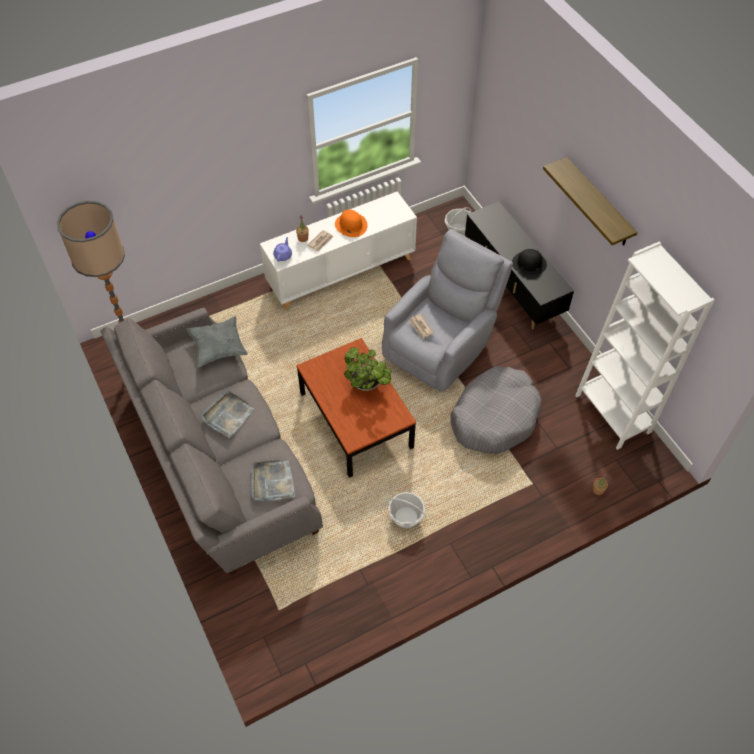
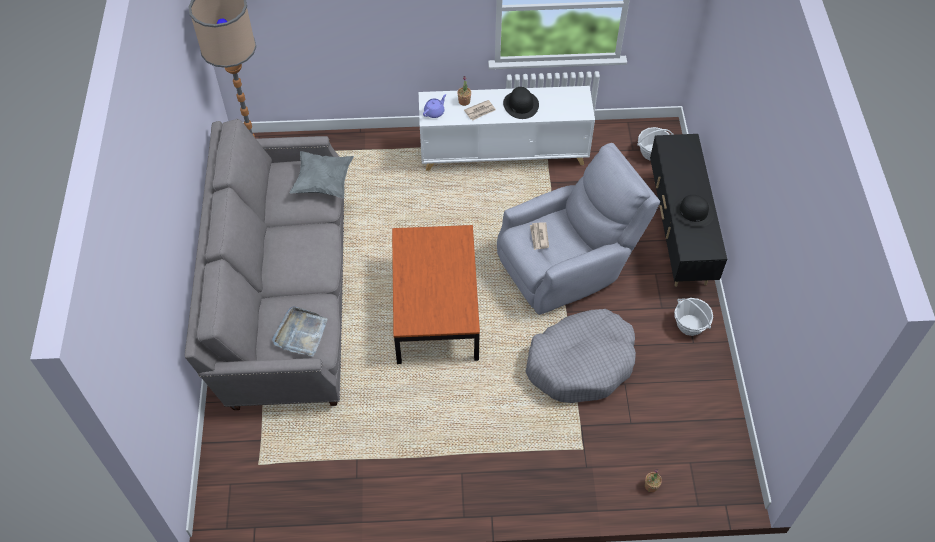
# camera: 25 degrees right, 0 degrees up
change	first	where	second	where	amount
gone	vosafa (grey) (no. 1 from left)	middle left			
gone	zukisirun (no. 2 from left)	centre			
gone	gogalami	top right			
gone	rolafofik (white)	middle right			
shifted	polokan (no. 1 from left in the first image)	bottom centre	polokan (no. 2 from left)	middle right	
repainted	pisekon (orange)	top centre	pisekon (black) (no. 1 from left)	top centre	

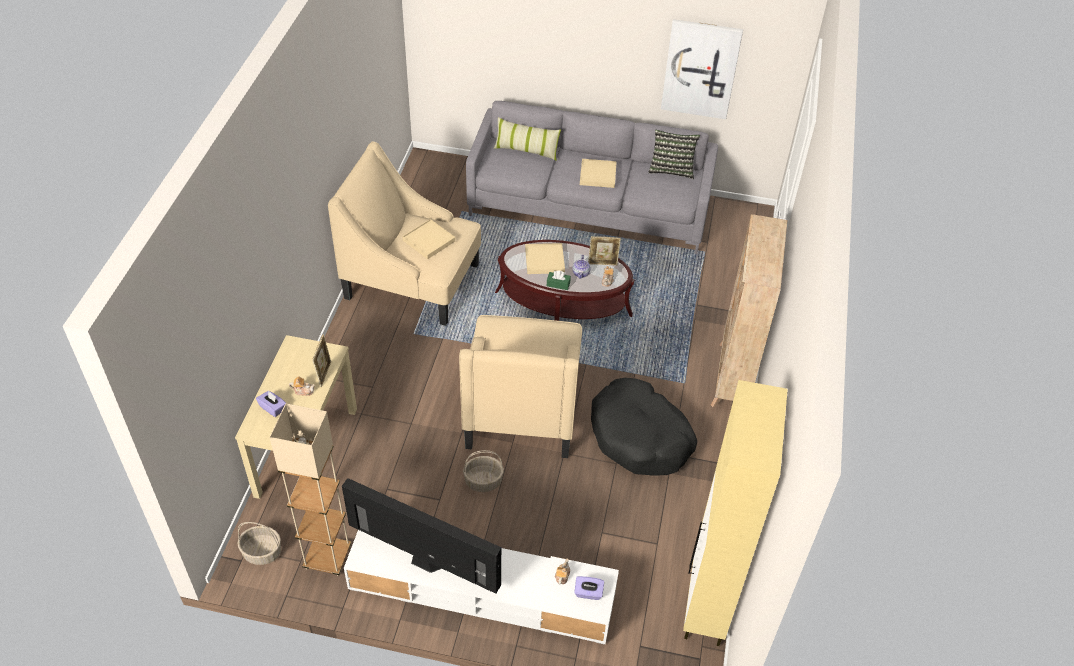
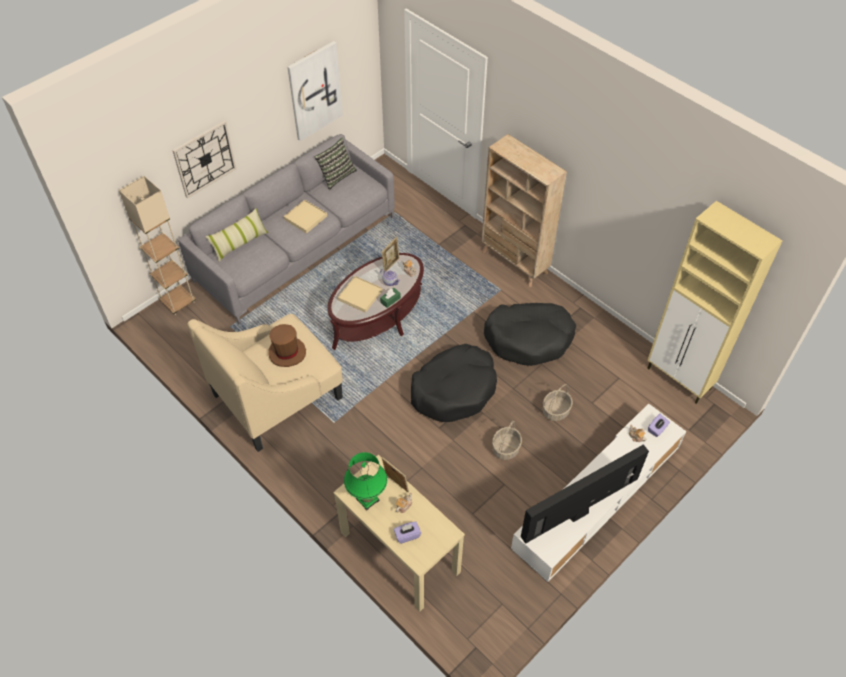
# camera: 55 degrees left, 5 degrees up
change	first	where	second	where	amount
new			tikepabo	top left	
new			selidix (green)	bottom centre	
shifted	polokan (no. 1 from left in the first image)	bottom left	polokan (no. 2 from left)	centre	
shifted	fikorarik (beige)	bottom left		middle left	
swapped	vosafa (beige) (no. 1 from left)	centre	pisekon (brown)	centre	
swapped	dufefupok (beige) (no. 2 from left)	centre	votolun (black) (no. 1 from left)	centre	

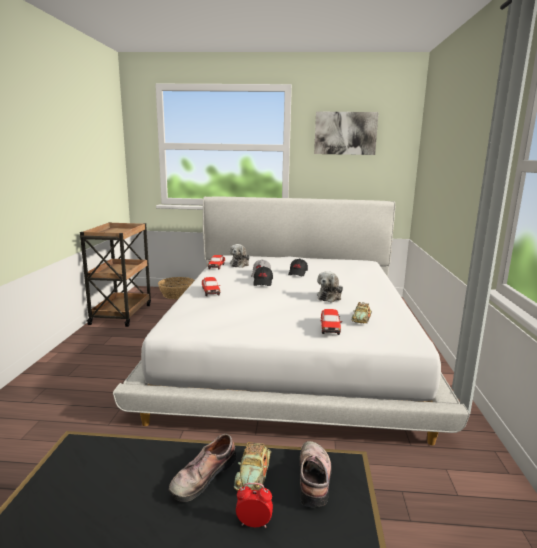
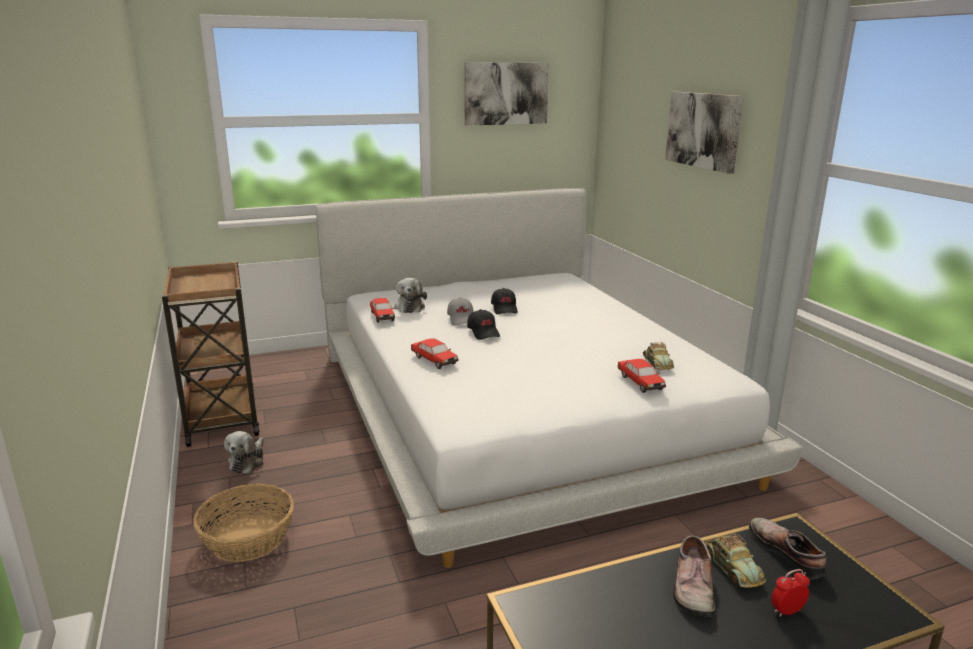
# camera: 25 degrees left, 5 degrees up
change	first	where	second	where	amount
new			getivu (no. 2 from left)	top right	
shifted	polokan	middle left		bottom left	
shifted	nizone (no. 2 from left in the first image)	centre	nizone (no. 1 from left)	bottom left	

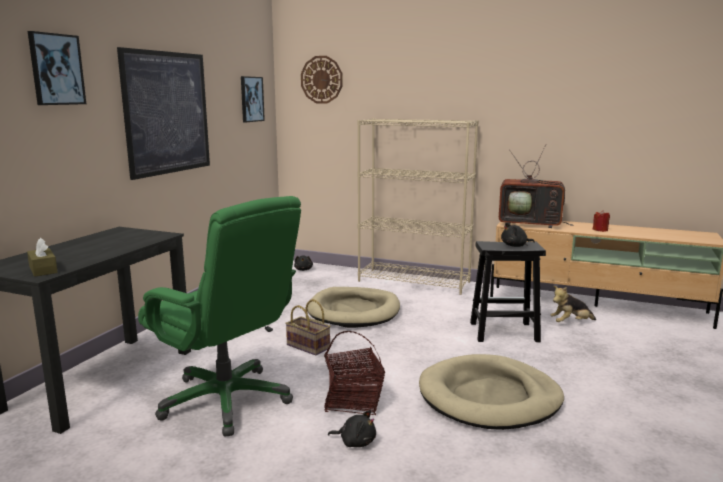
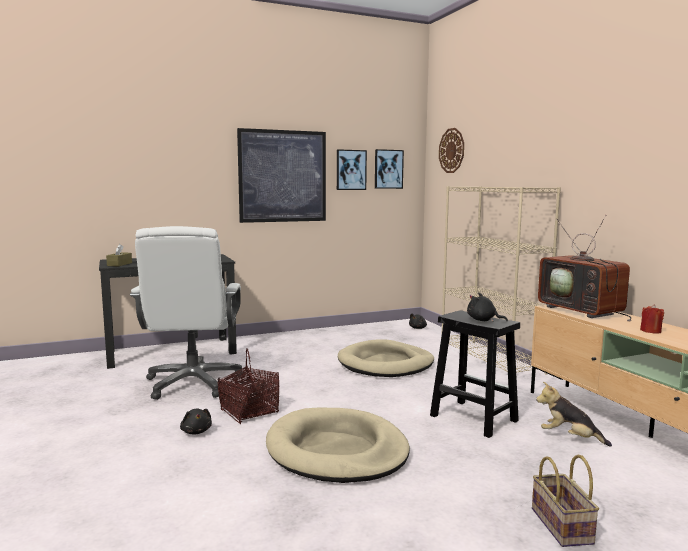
# camera: 45 degrees right, 5 degrees down
change	first	where	second	where	amount
shifted	getivu (no. 1 from left in the first image)	top left	getivu (no. 2 from left)	top centre	
shifted	polokan (no. 1 from left in the first image)	bottom centre	polokan (no. 2 from left)	bottom right	
repainted	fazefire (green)	middle left	fazefire (white)	middle left	

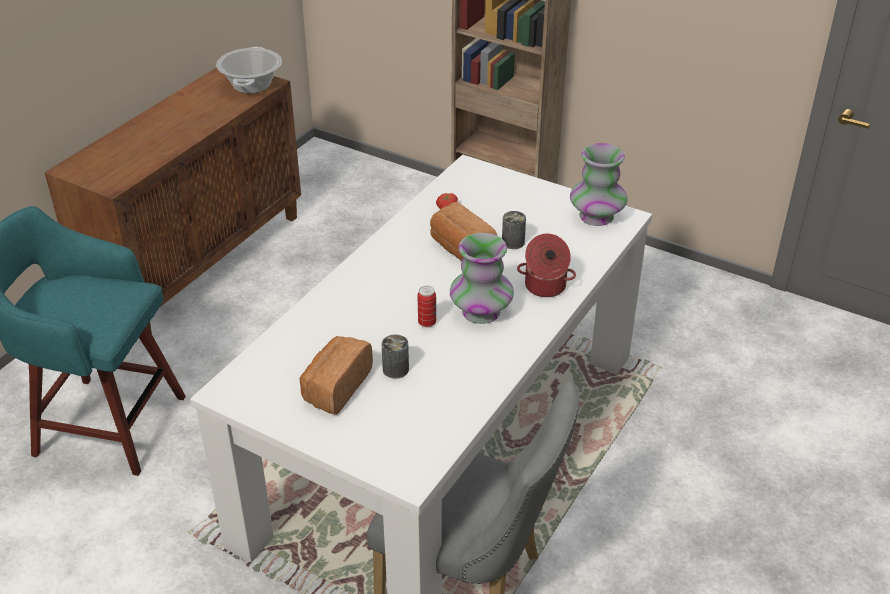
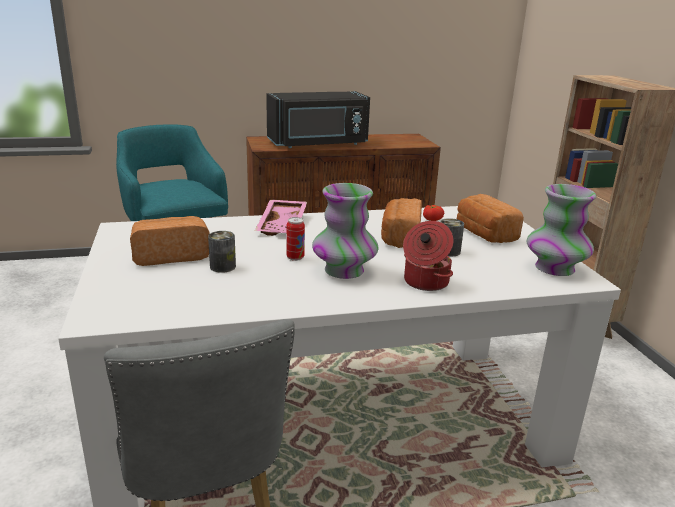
# camera: 45 degrees right, 15 degrees down
change	first	where	second	where	amount
gone	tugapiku (no. 1 from left)	top left			
new			vosafa (pink)	centre	
new			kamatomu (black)	top centre	
new			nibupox (no. 3 from left)	middle right	

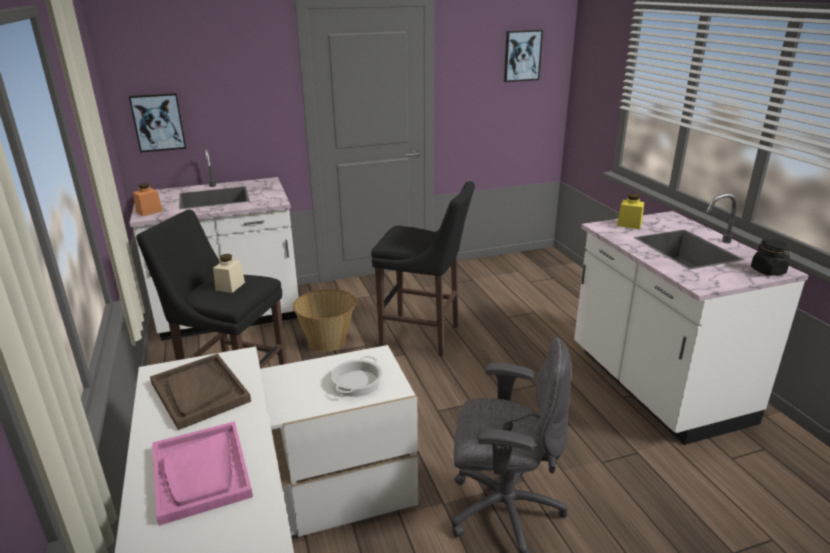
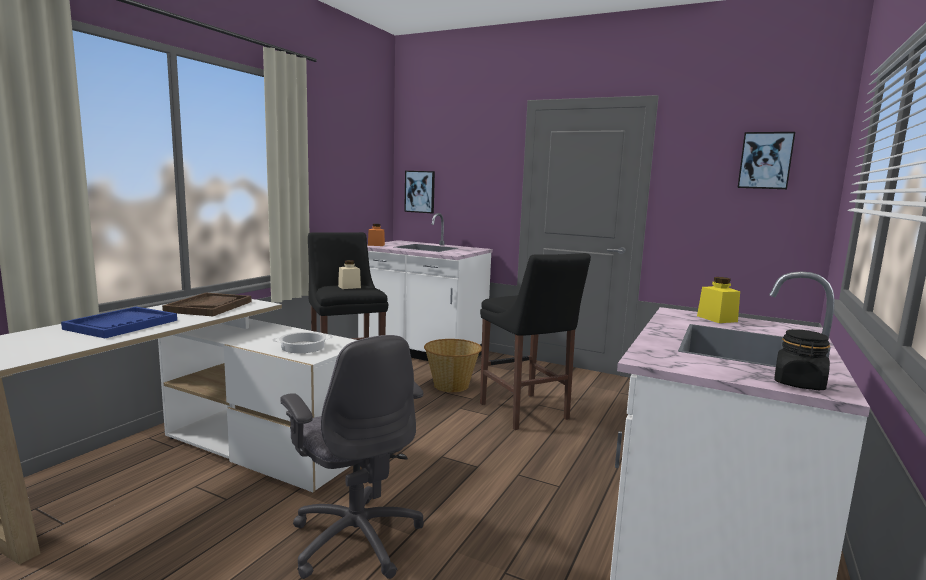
# camera: 45 degrees right, 15 degrees down
change	first	where	second	where	amount
repainted	vosafa (pink)	bottom left	vosafa (blue)	middle left	

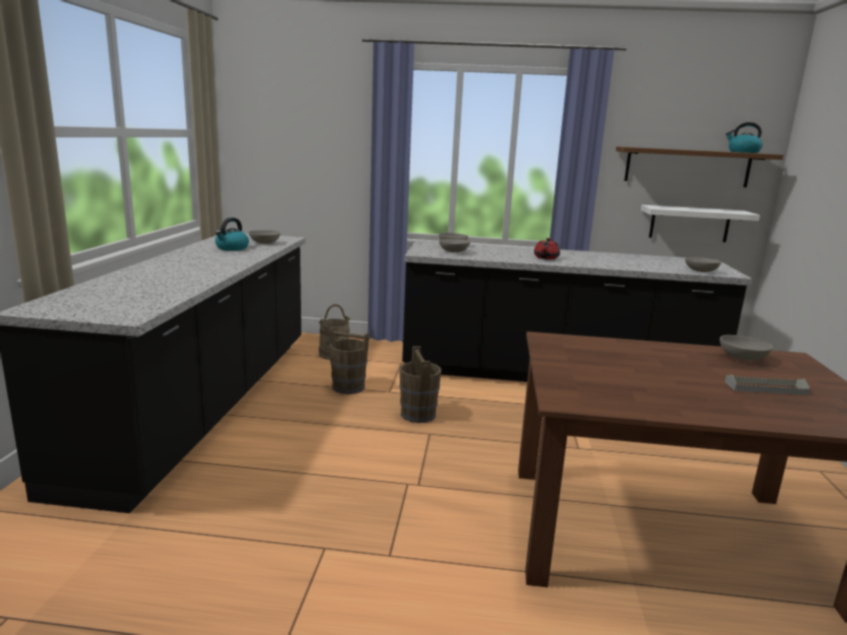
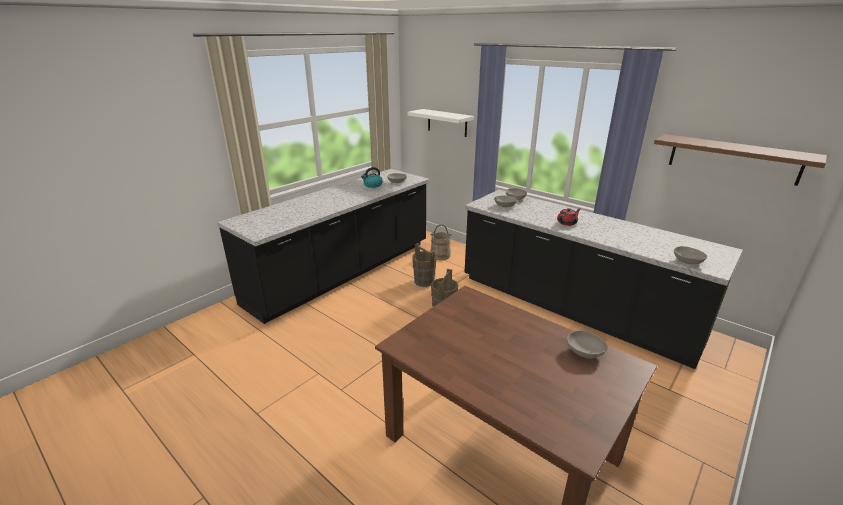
# camera: 35 degrees right, 10 degrees up
change	first	where	second	where	amount
gone	vosafa (grey)	middle right			
gone	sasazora (no. 2 from left)	top right			
shifted	gogalami (white)	middle right		top centre	

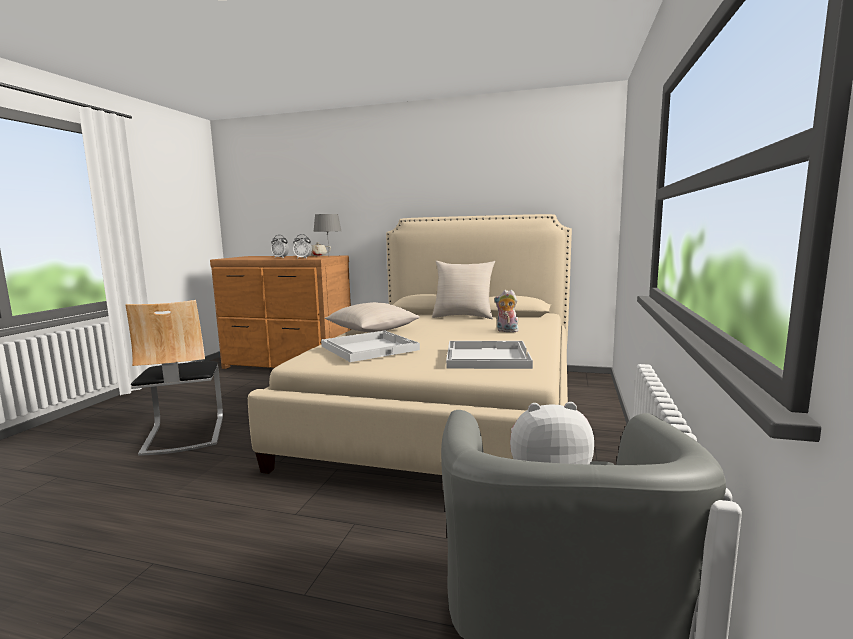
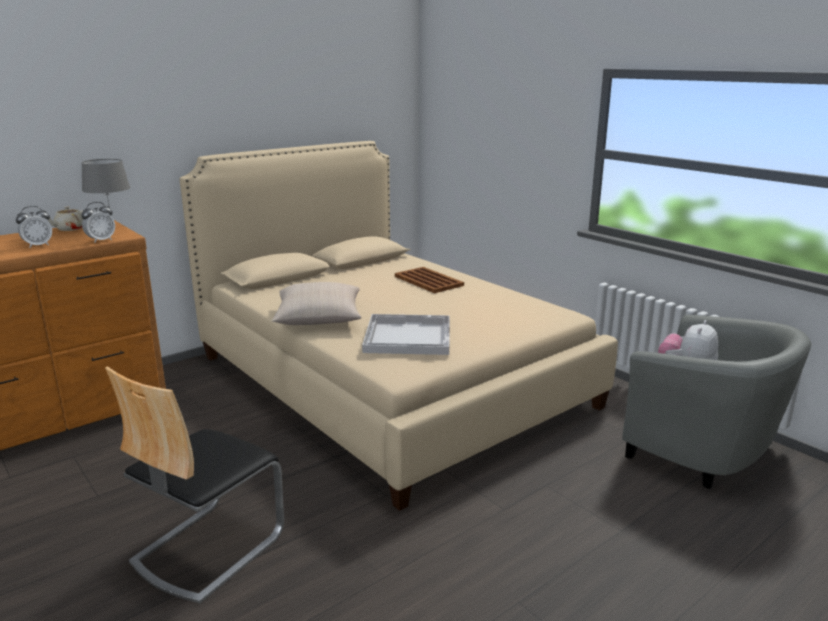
# camera: 55 degrees left, 10 degrees up
change	first	where	second	where	amount
gone	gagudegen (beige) (no. 2 from left)	centre			
gone	vosafa (white) (no. 2 from left)	centre			
swapped	nizone (no. 1 from left)	centre	vosafa (brown)	centre	
rotated	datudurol	middle left		bottom left	105 degrees clockwise

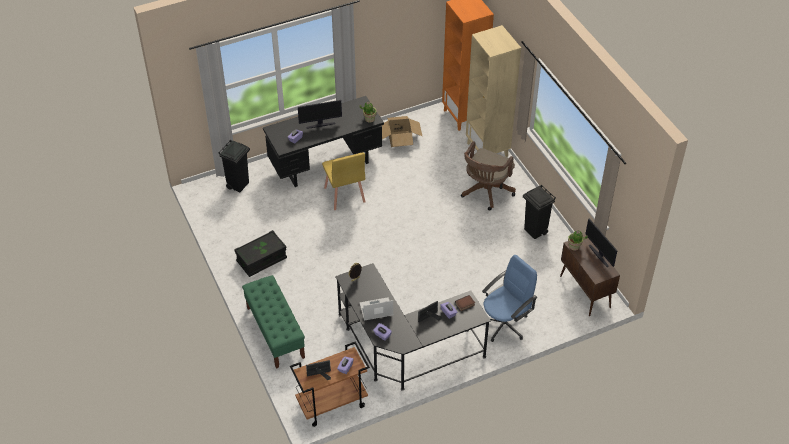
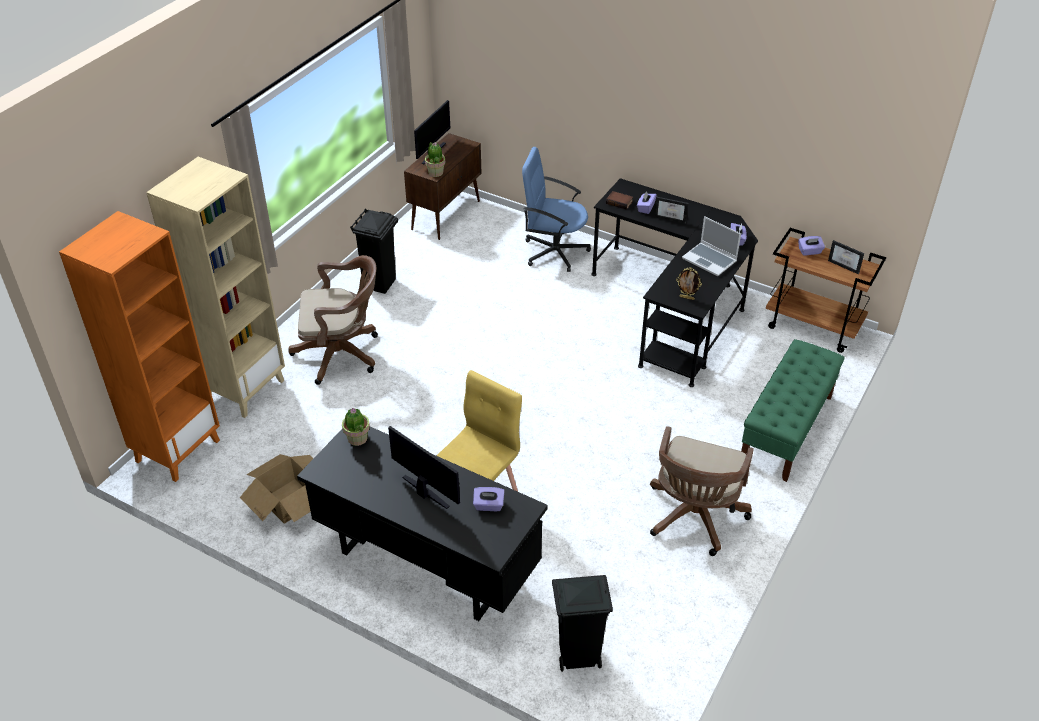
# camera: 125 degrees left, 5 degrees down
change	first	where	second	where	amount
swapped	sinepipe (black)	middle left	fazefire (brown) (no. 2 from left)	bottom right	

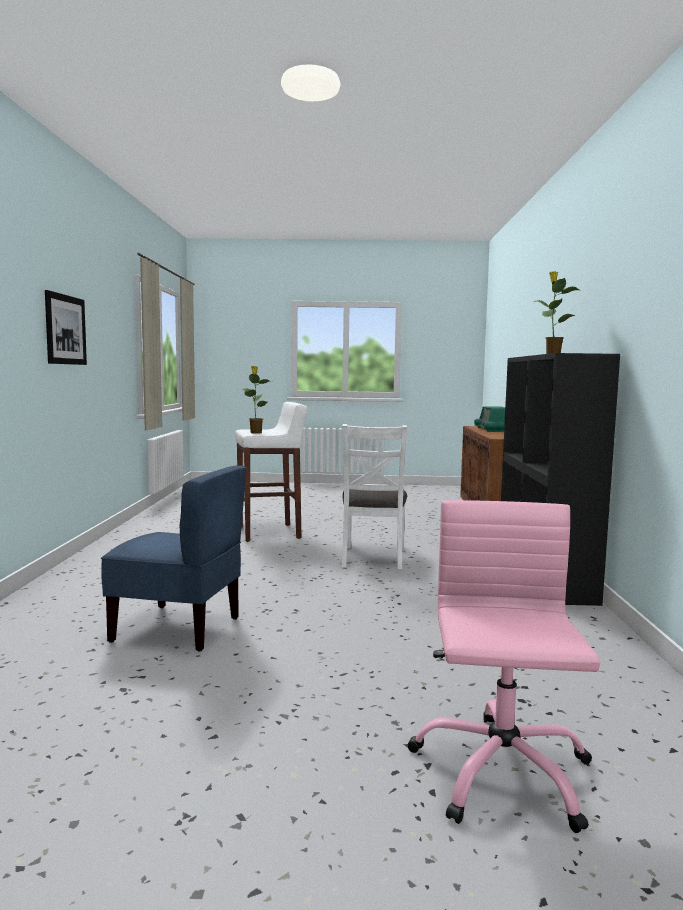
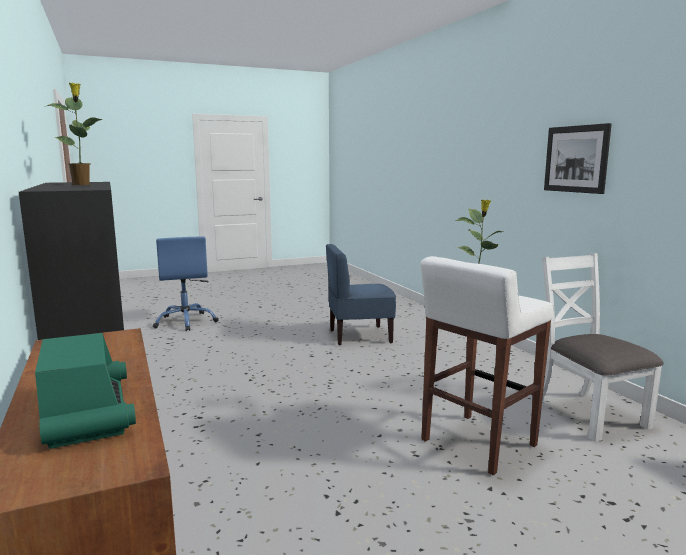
# camera: 155 degrees right, 5 degrees up
change	first	where	second	where	amount
shifted	datudurol (white)	centre		middle right	
repainted	fazefire (pink)	bottom right	fazefire (blue)	middle left	

